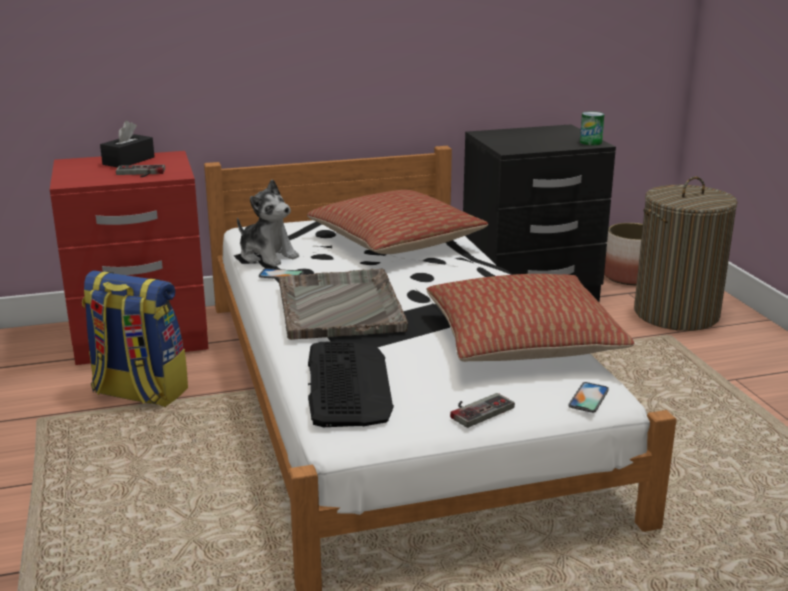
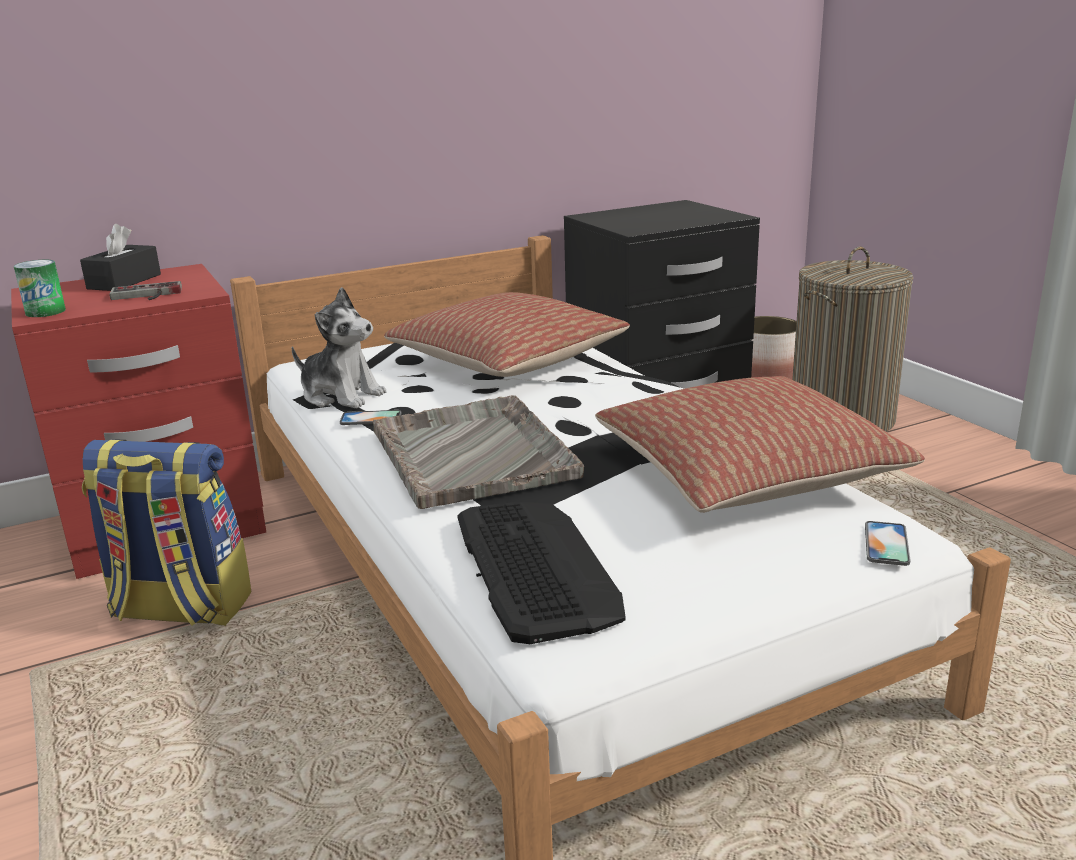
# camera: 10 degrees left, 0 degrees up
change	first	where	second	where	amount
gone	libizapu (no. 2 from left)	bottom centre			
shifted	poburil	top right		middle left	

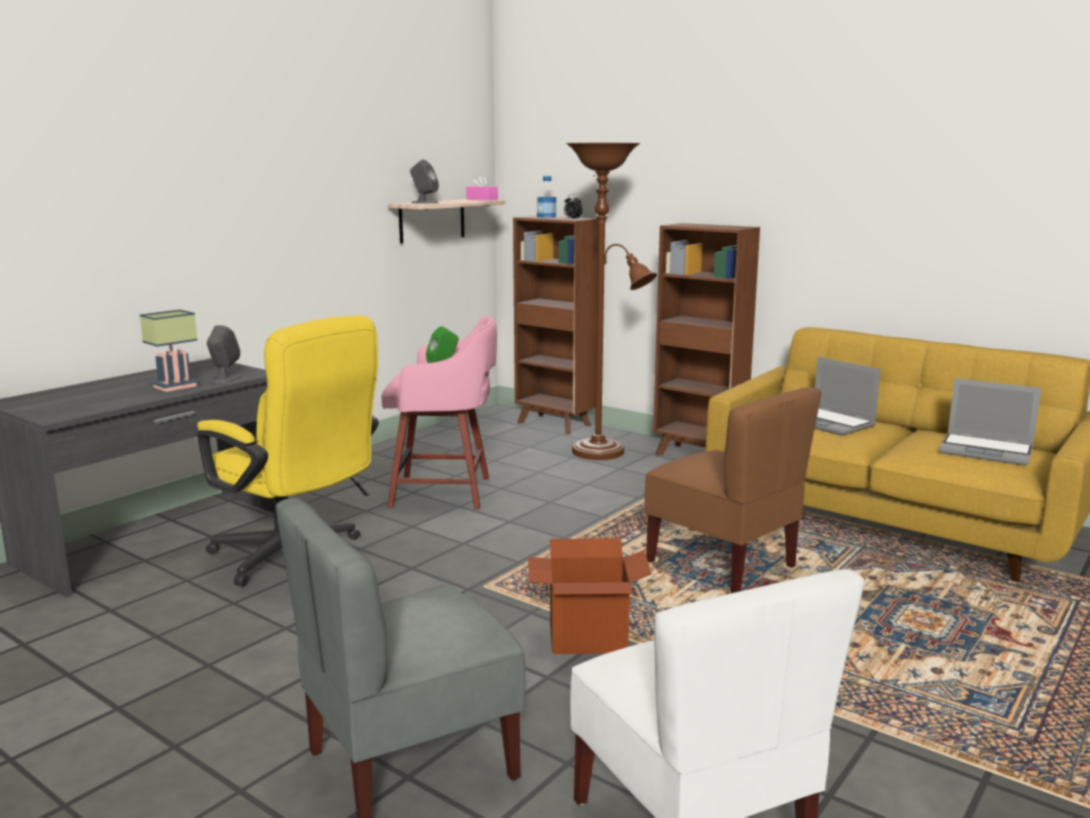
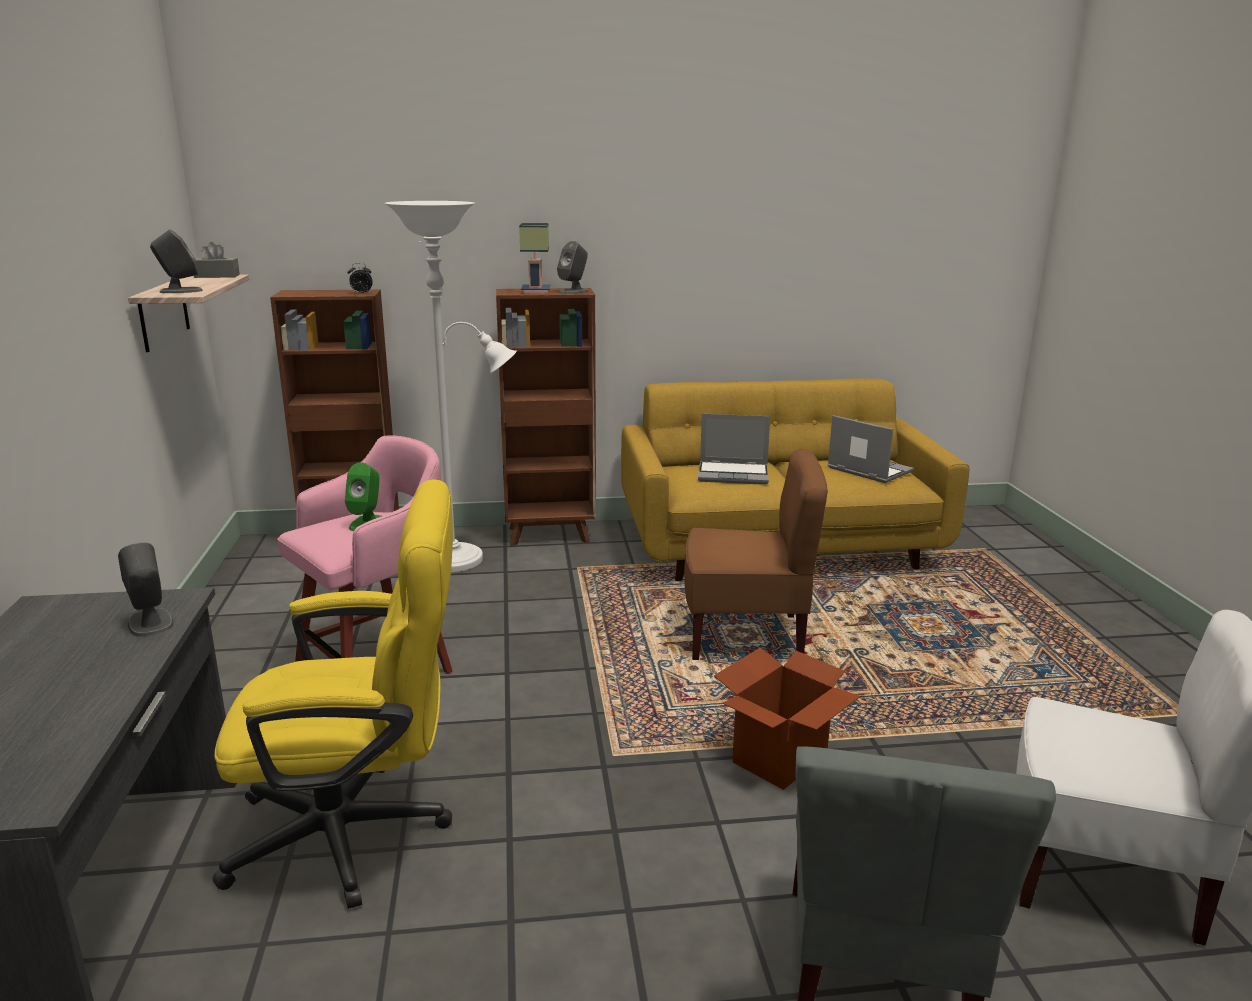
# camera: 45 degrees left, 5 degrees up
change	first	where	second	where	amount
gone	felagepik	top centre			
new			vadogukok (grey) (no. 3 from left)	top centre	
shifted	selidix	middle left		top centre	
repainted	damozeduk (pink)	top centre	damozeduk (grey)	top left	
repainted	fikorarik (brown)	centre	fikorarik (white)	centre	
rotated	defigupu (no. 2 from left)	middle right		middle right	120 degrees counterclockwise

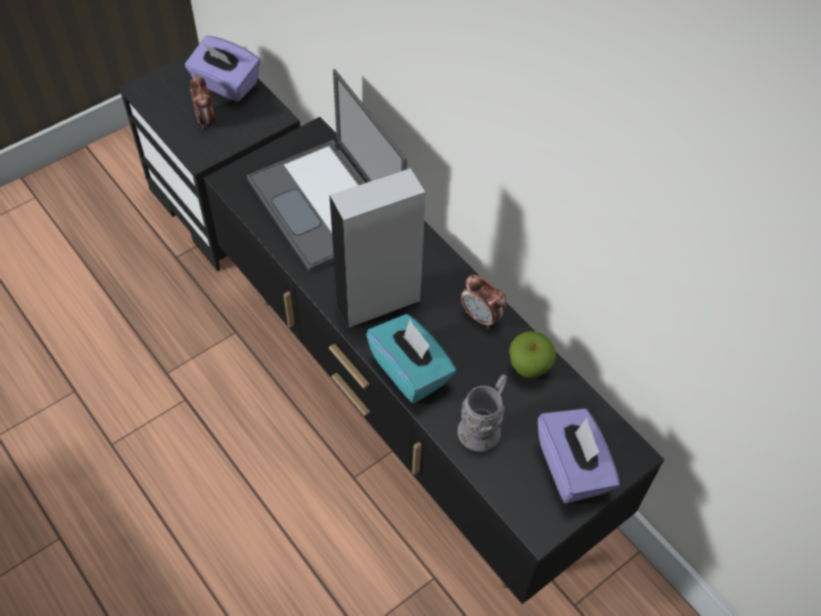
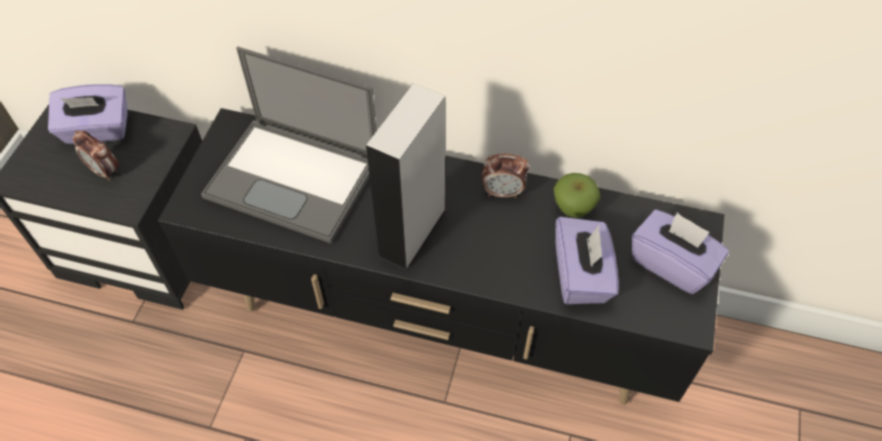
# camera: 35 degrees left, 0 degrees up
change	first	where	second	where	amount
gone	damozeduk (turquoise)	centre			
swapped	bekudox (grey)	bottom centre	damozeduk (purple) (no. 2 from left)	centre	

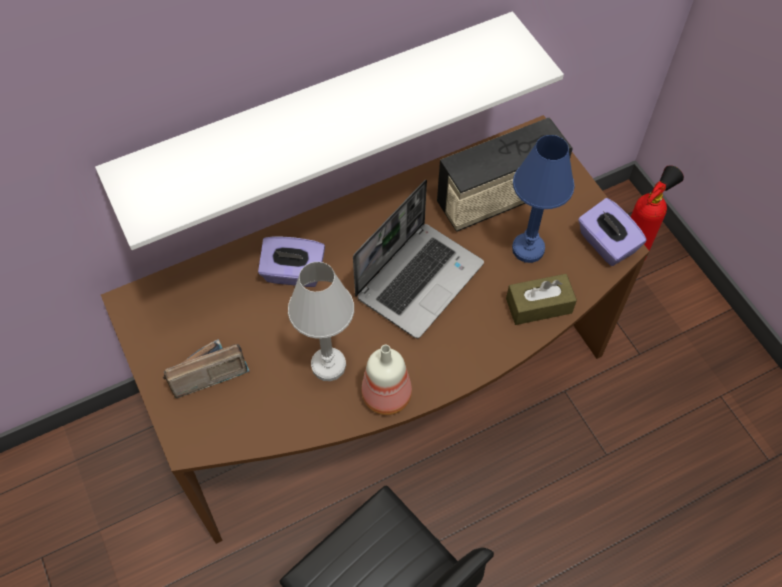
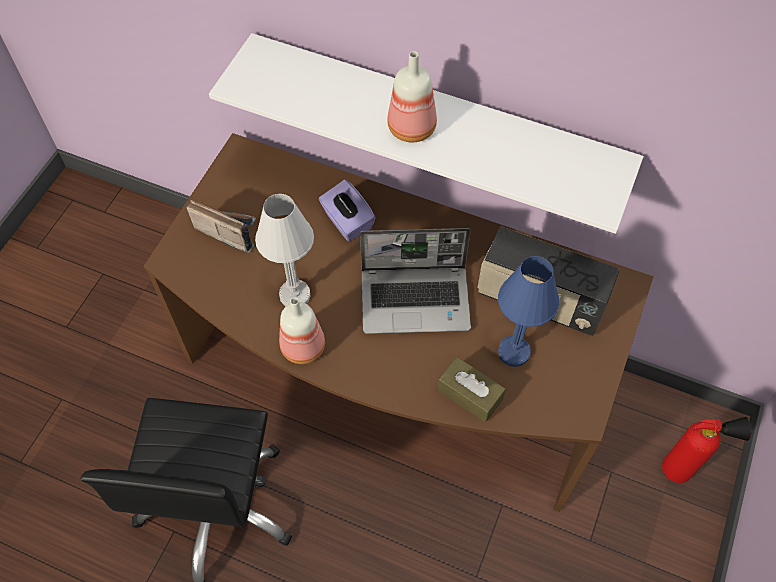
# camera: 50 degrees right, 0 degrees up
change	first	where	second	where	amount
gone	damozeduk (purple) (no. 2 from left)	middle right			
new			felagepik (no. 2 from left)	top centre	

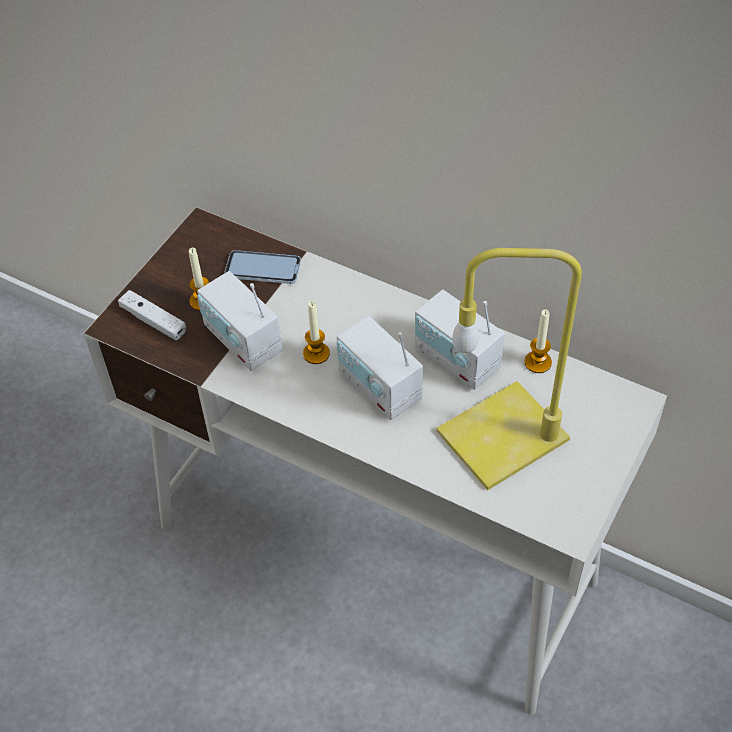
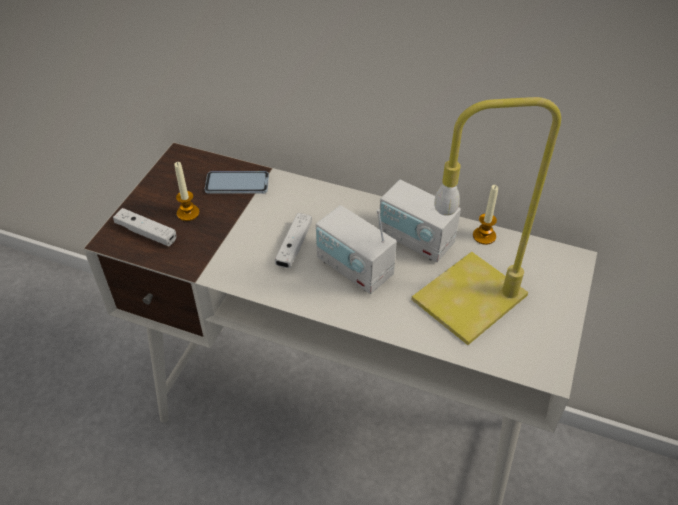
# camera: 10 degrees left, 5 degrees down
change	first	where	second	where	amount
gone	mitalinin (no. 1 from left)	middle left			
swapped	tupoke (no. 2 from left)	centre	libizapu (white) (no. 2 from left)	centre	

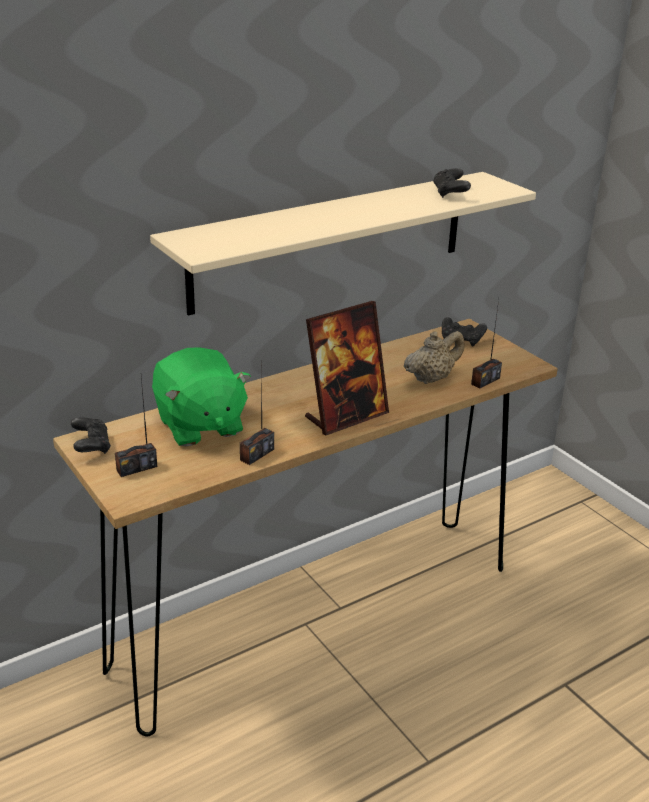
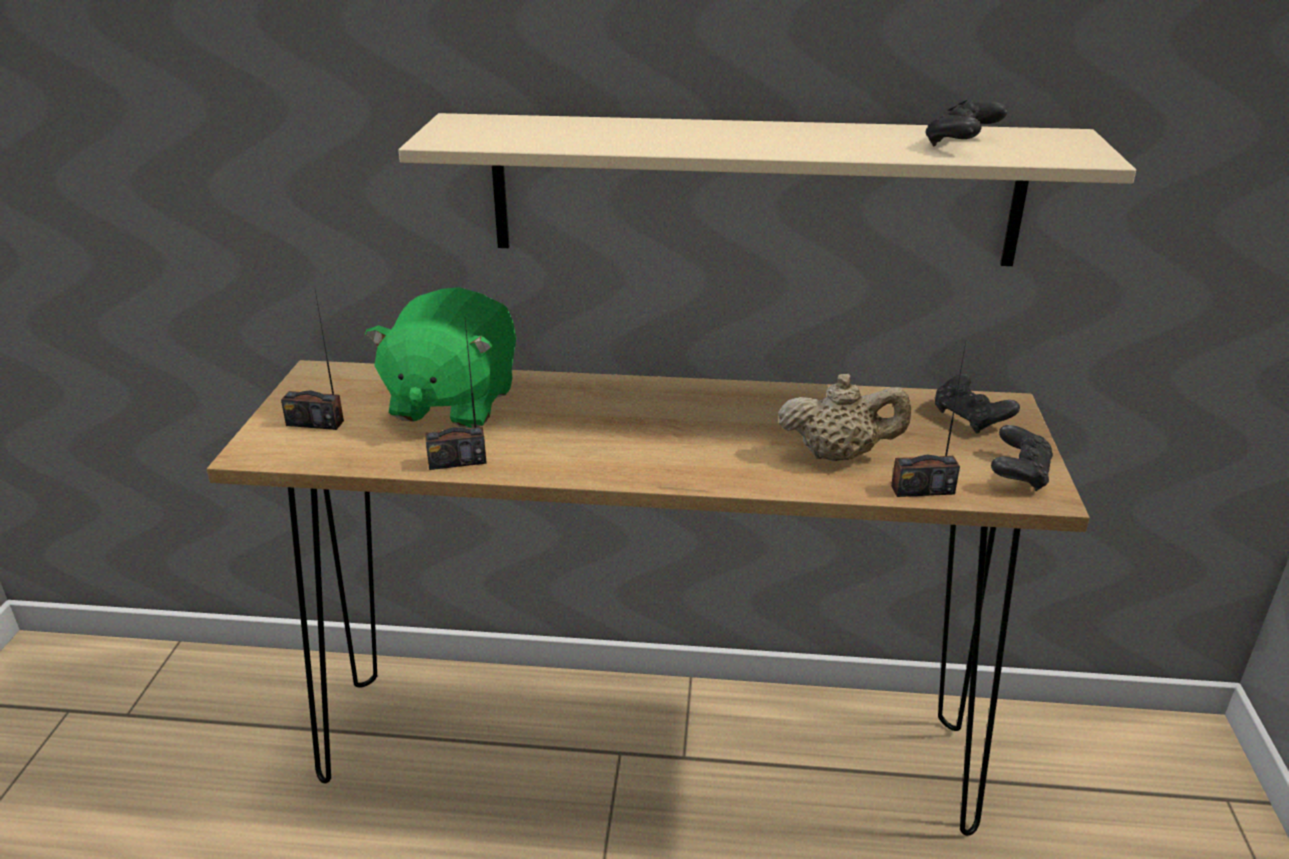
# camera: 40 degrees right, 0 degrees up
change	first	where	second	where	amount
gone	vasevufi	centre			
shifted	libizapu (black) (no. 1 from left in the first image)	middle left	libizapu (black) (no. 3 from left)	middle right	

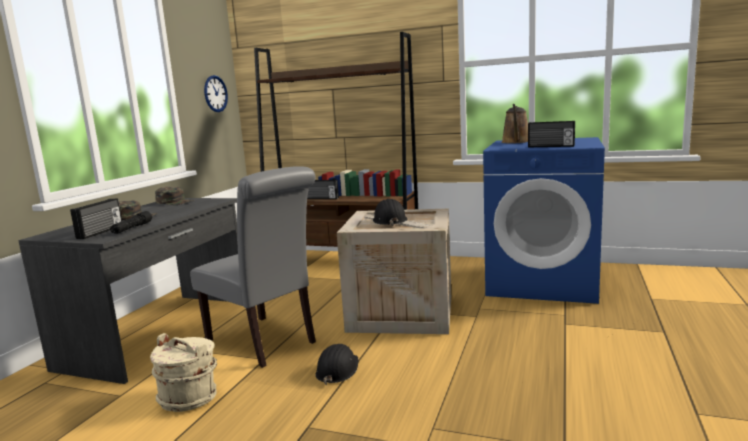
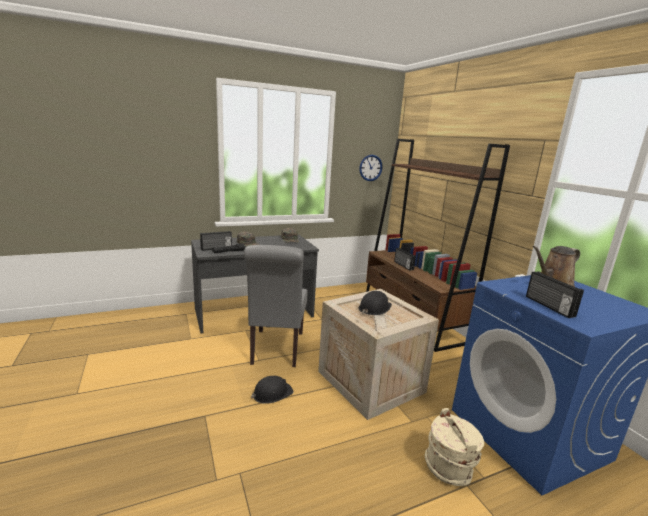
# camera: 45 degrees right, 5 degrees up
change	first	where	second	where	amount
shifted	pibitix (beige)	bottom left		bottom right	

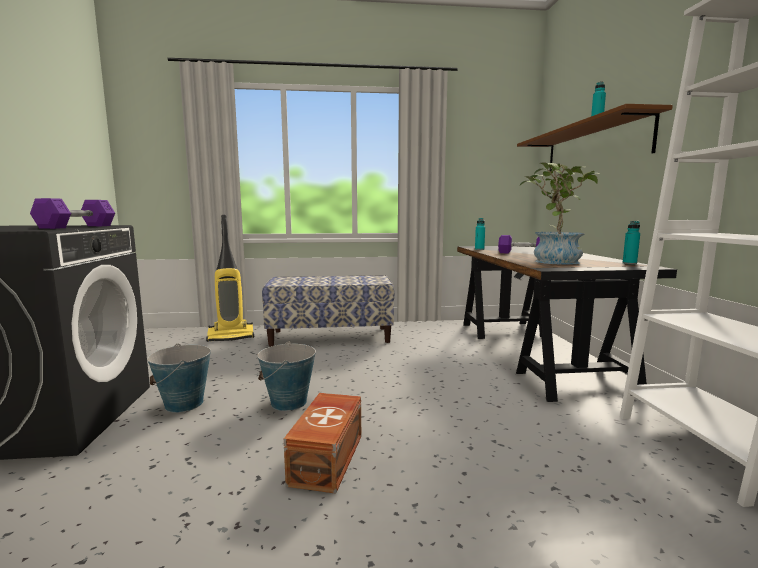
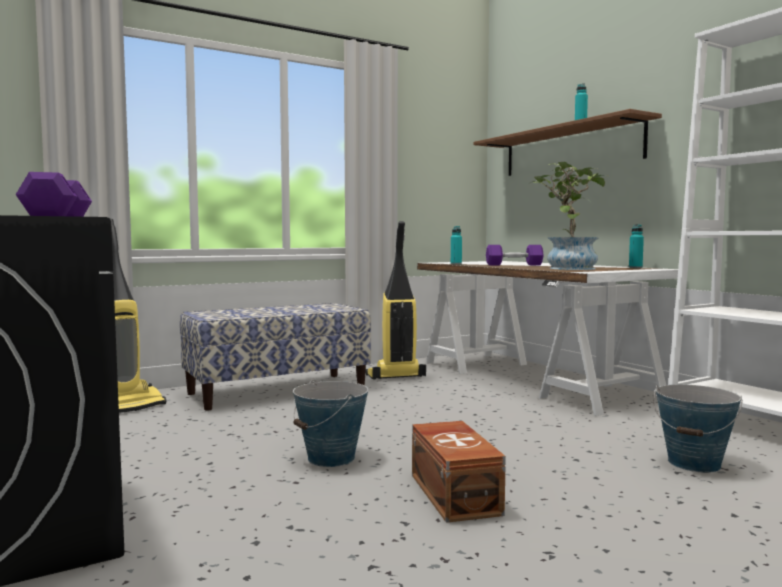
# camera: 25 degrees left, 5 degrees down
change	first	where	second	where	amount
new			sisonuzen (no. 2 from left)	centre	
shifted	pibitix (no. 1 from left in the first image)	middle left	pibitix (no. 2 from left)	bottom right	
repainted	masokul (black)	middle right	masokul (white)	middle right	

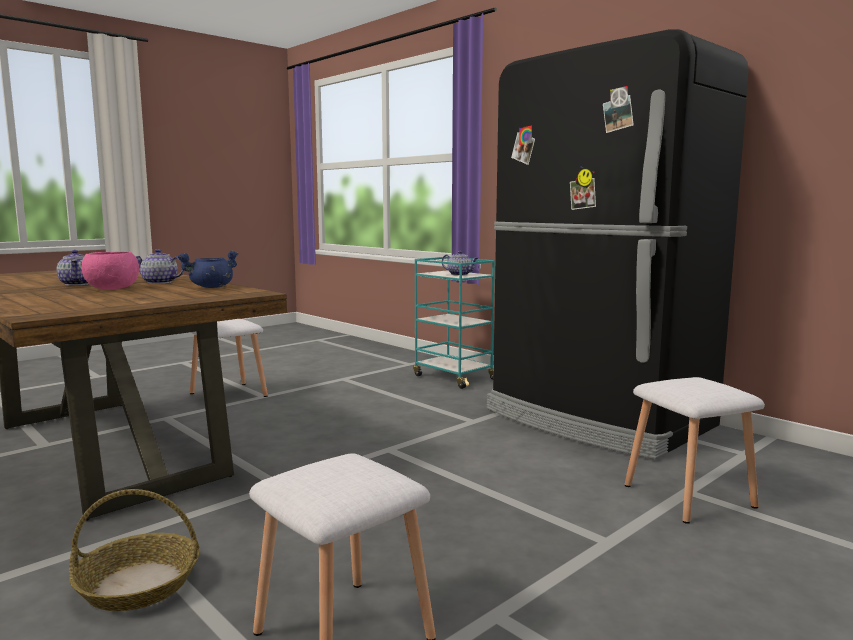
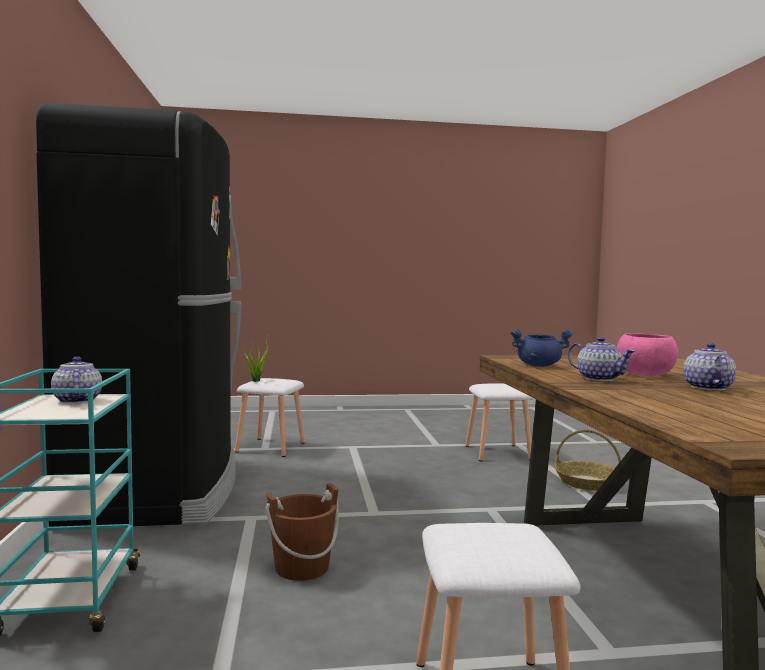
# camera: 145 degrees left, 5 degrees down
change	first	where	second	where	amount
new			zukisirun	centre	
new			pibitix (brown)	bottom centre	

